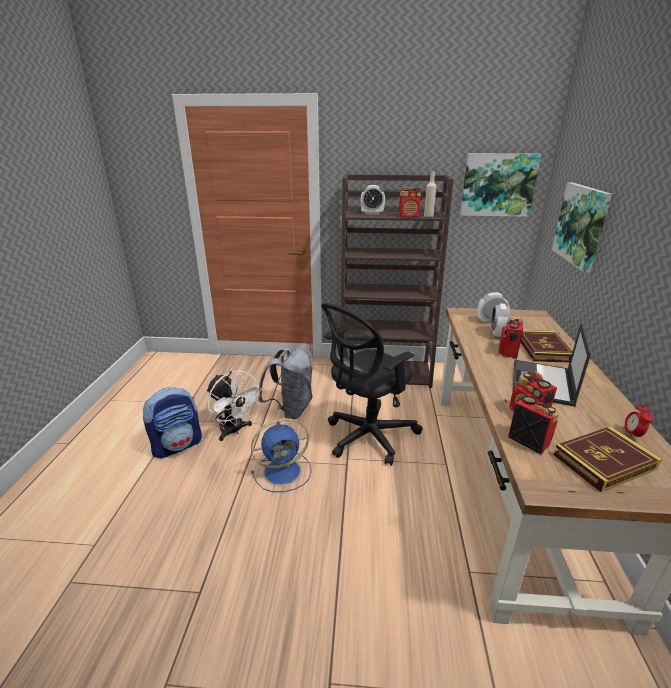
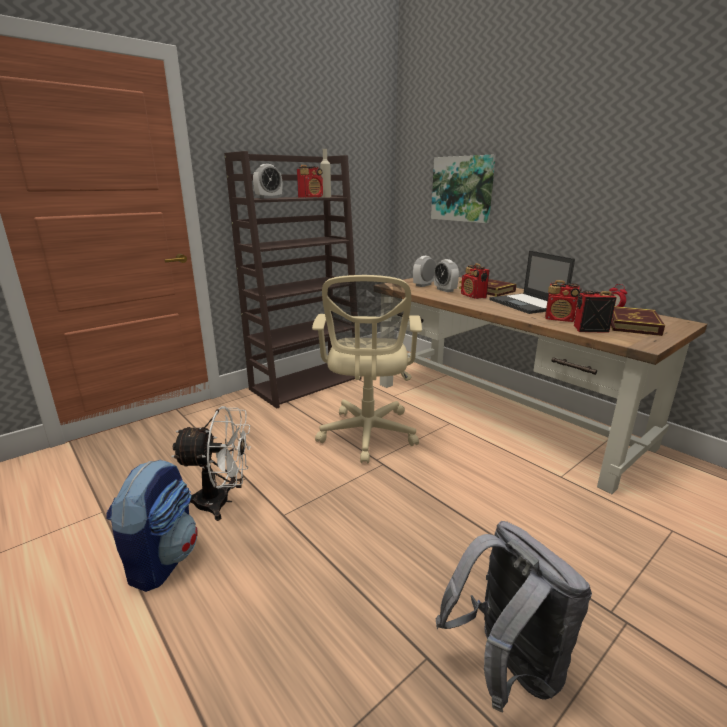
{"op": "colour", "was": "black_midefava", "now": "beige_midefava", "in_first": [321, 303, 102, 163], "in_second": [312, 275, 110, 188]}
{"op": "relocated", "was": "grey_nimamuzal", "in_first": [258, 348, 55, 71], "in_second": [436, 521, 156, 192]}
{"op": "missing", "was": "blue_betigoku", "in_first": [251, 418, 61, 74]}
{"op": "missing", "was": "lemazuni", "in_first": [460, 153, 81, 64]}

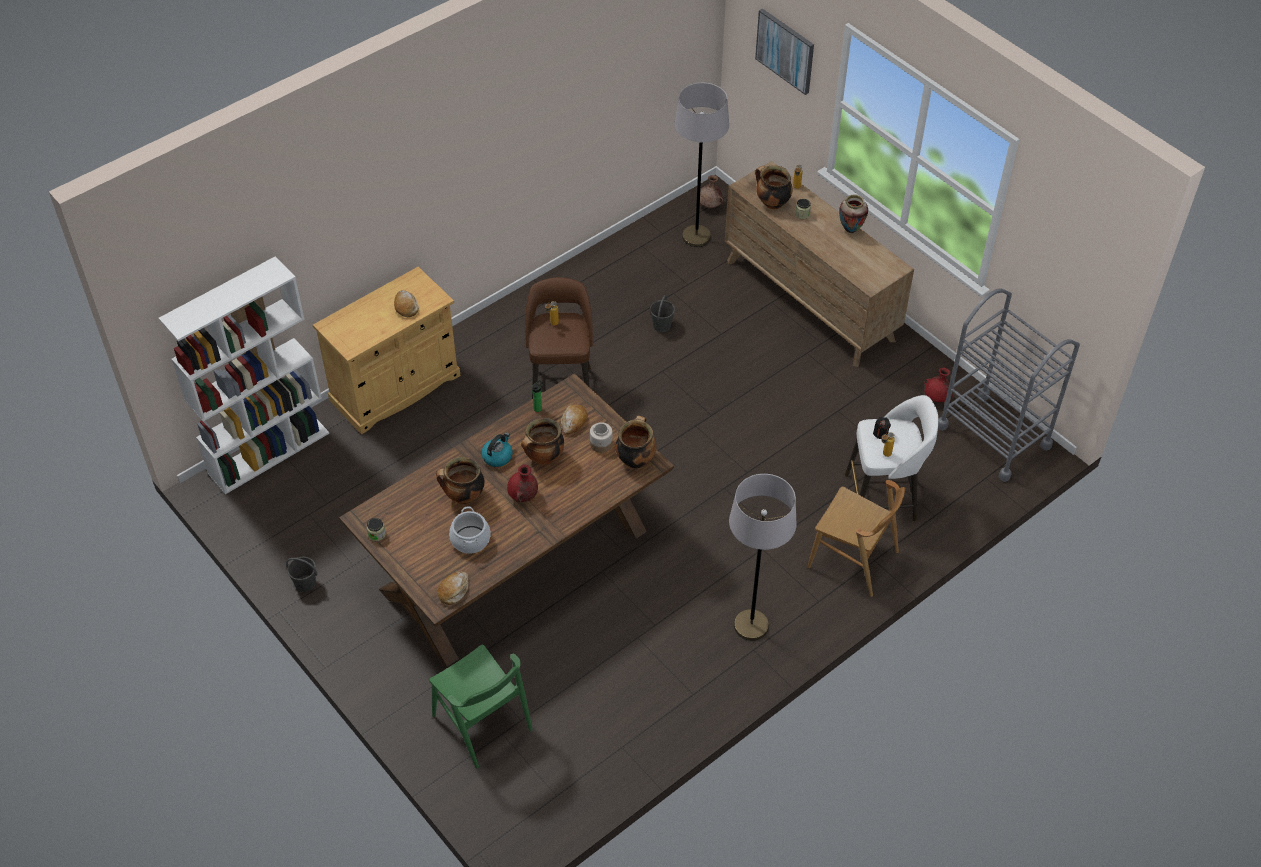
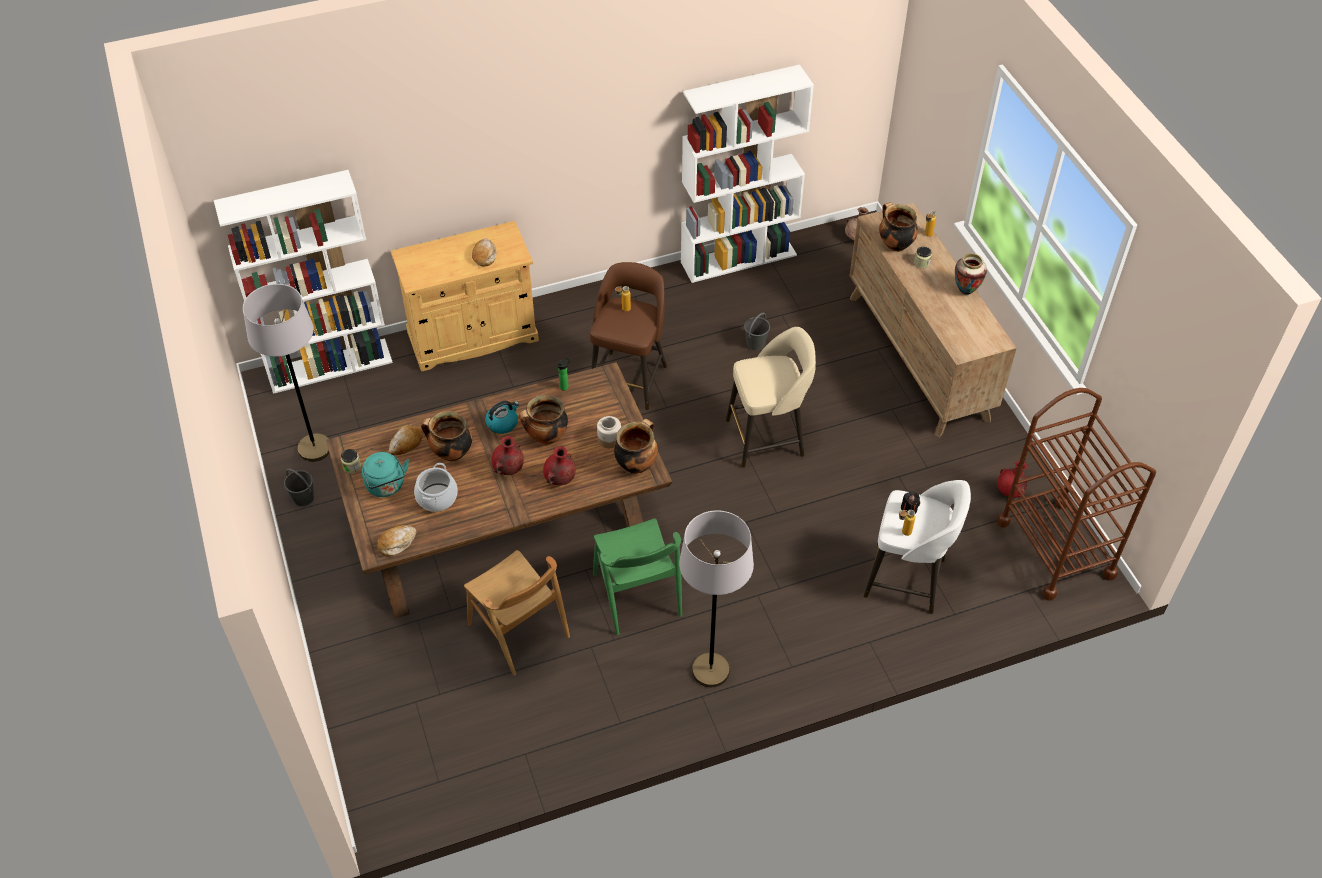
{"op": "relocated", "was": "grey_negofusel", "in_first": [674, 83, 55, 164], "in_second": [243, 284, 86, 178]}
{"op": "appeared", "now": "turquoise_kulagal", "in_second": [362, 452, 47, 45]}
{"op": "relocated", "was": "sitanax", "in_first": [561, 405, 27, 30], "in_second": [389, 425, 33, 30]}
{"op": "relocated", "was": "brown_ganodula", "in_first": [807, 480, 98, 117], "in_second": [464, 550, 106, 126]}
{"op": "appeared", "now": "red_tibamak", "in_second": [543, 446, 33, 39]}
{"op": "relocated", "was": "green_ganodula", "in_first": [429, 645, 104, 123], "in_second": [593, 518, 89, 117]}
{"op": "appeared", "now": "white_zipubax", "in_second": [681, 65, 133, 218]}
{"op": "appeared", "now": "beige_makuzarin", "in_second": [726, 327, 90, 141]}
{"op": "colour", "was": "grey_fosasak", "now": "brown_fosasak", "in_first": [938, 288, 142, 194], "in_second": [997, 388, 159, 213]}
{"op": "missing", "was": "lemazuni", "in_first": [755, 9, 59, 86]}

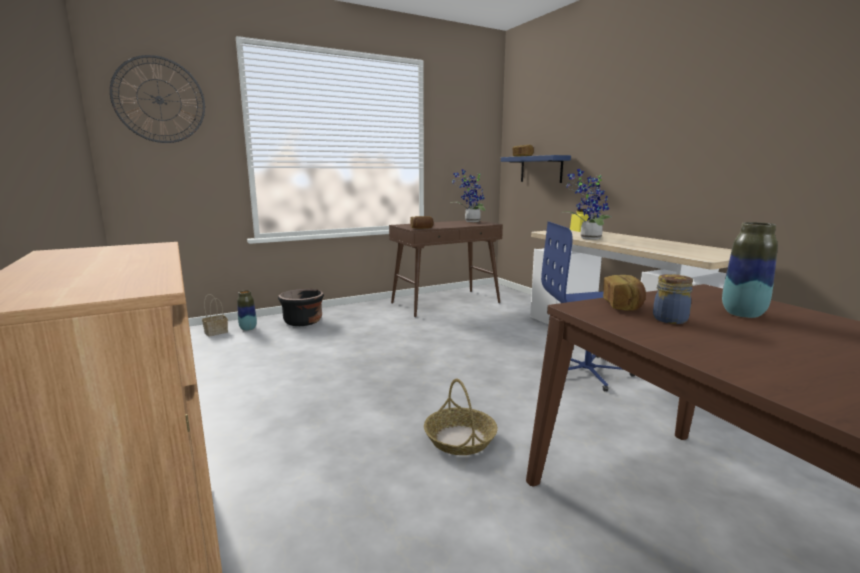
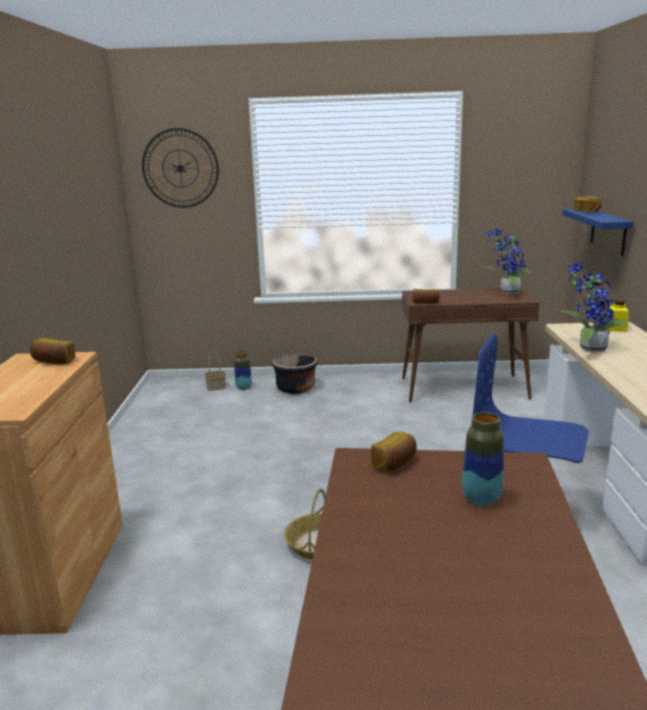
{"op": "appeared", "now": "sitanax", "in_second": [30, 338, 45, 27]}
{"op": "missing", "was": "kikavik", "in_first": [653, 274, 40, 50]}

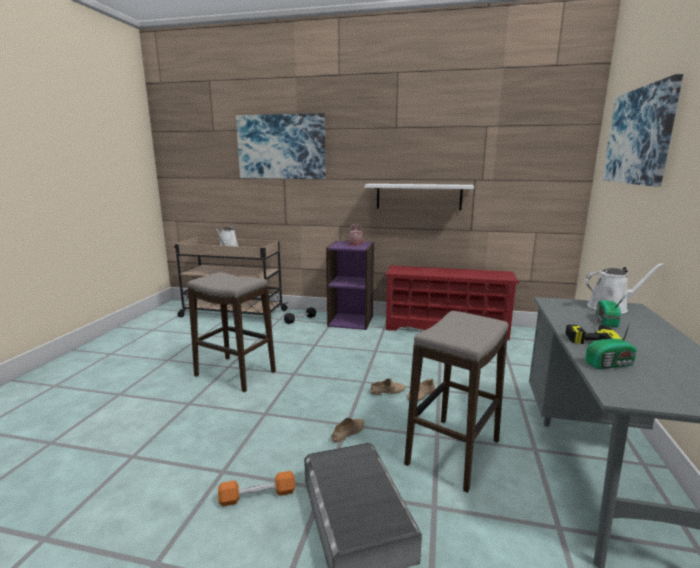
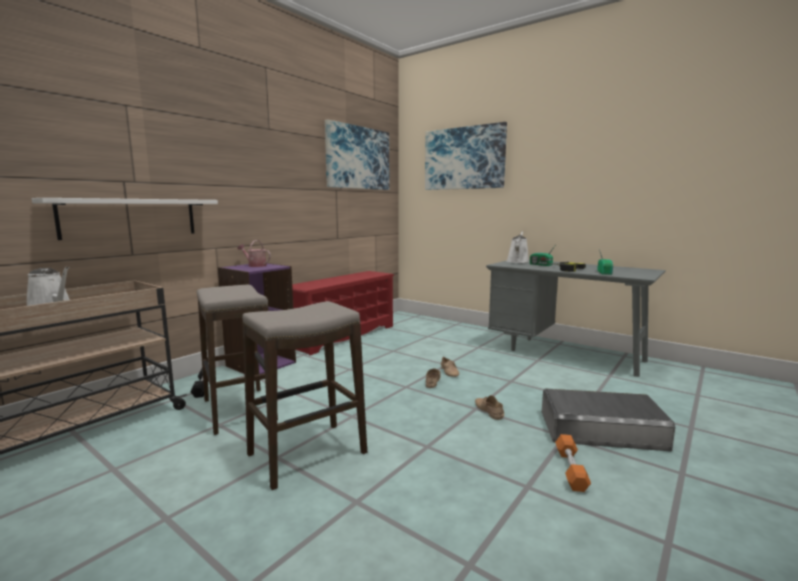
{"op": "relocated", "was": "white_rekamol", "in_first": [365, 184, 109, 26], "in_second": [32, 198, 186, 42]}
{"op": "relocated", "was": "makuzarin", "in_first": [404, 311, 105, 182], "in_second": [197, 285, 81, 150]}
{"op": "relocated", "was": "lemazuni", "in_first": [236, 113, 90, 66], "in_second": [325, 119, 64, 71]}

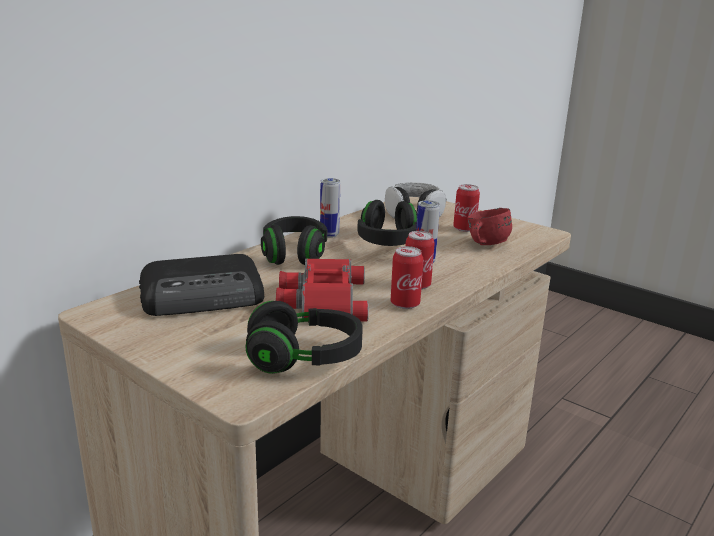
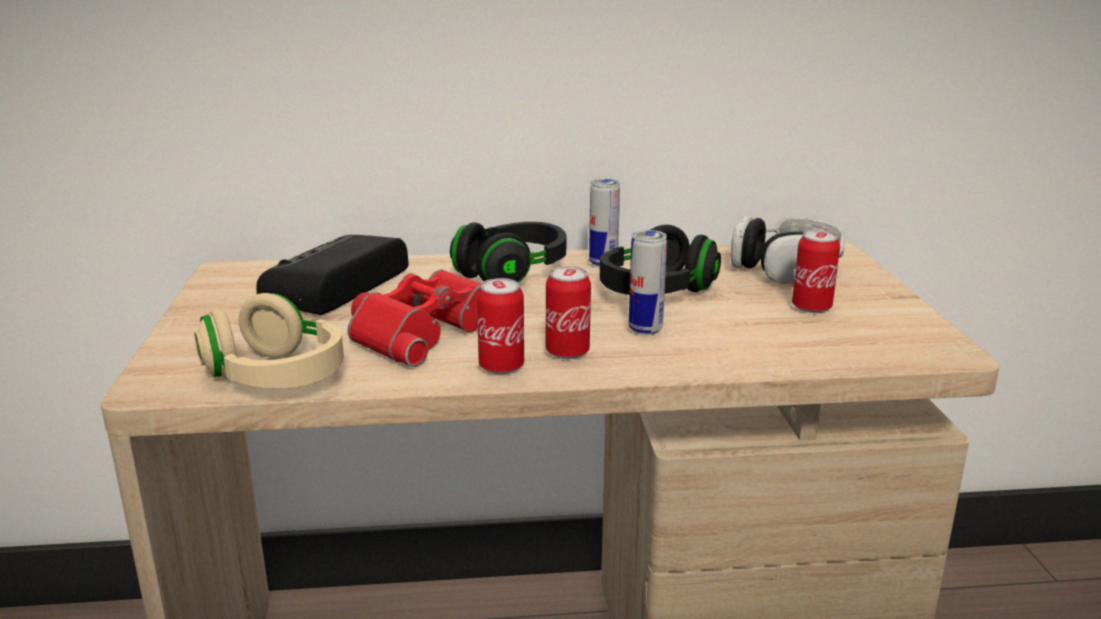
{"op": "colour", "was": "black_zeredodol", "now": "beige_zeredodol", "in_first": [246, 301, 117, 73], "in_second": [194, 293, 150, 95]}
{"op": "spun", "was": "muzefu", "in_first": [139, 254, 125, 62], "in_second": [256, 235, 153, 80], "clockwise": 90}
{"op": "missing", "was": "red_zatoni", "in_first": [468, 208, 44, 37]}

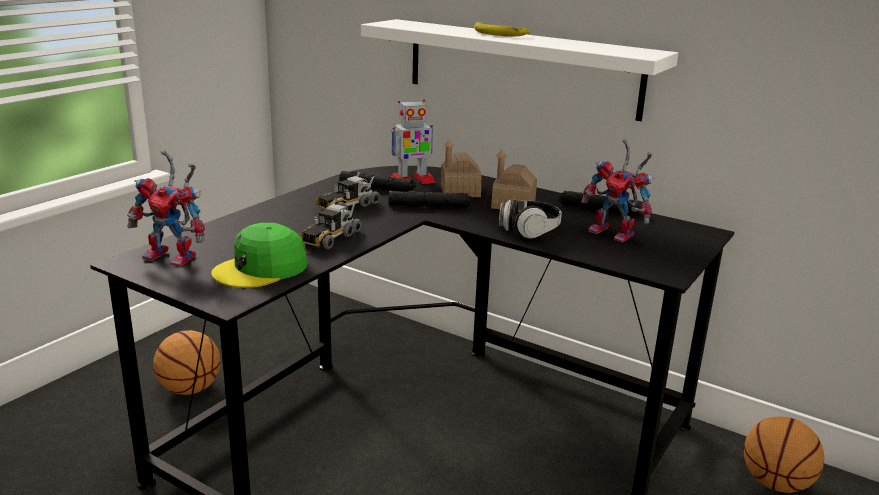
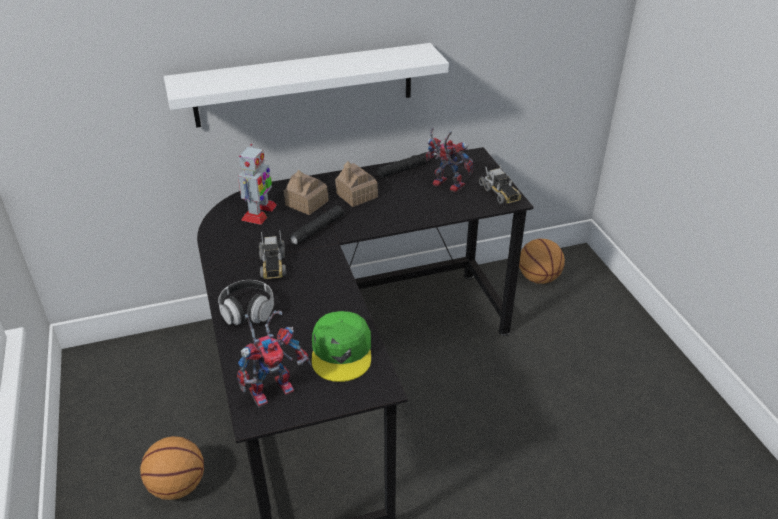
{"op": "relocated", "was": "zeredodol", "in_first": [499, 200, 63, 38], "in_second": [218, 280, 56, 45]}
{"op": "spun", "was": "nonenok", "in_first": [581, 138, 74, 104], "in_second": [426, 127, 48, 66], "clockwise": -135}
{"op": "relocated", "was": "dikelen", "in_first": [299, 198, 63, 51], "in_second": [479, 163, 42, 41]}
{"op": "missing", "was": "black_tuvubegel", "in_first": [339, 171, 77, 21]}
{"op": "missing", "was": "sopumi", "in_first": [474, 22, 56, 14]}

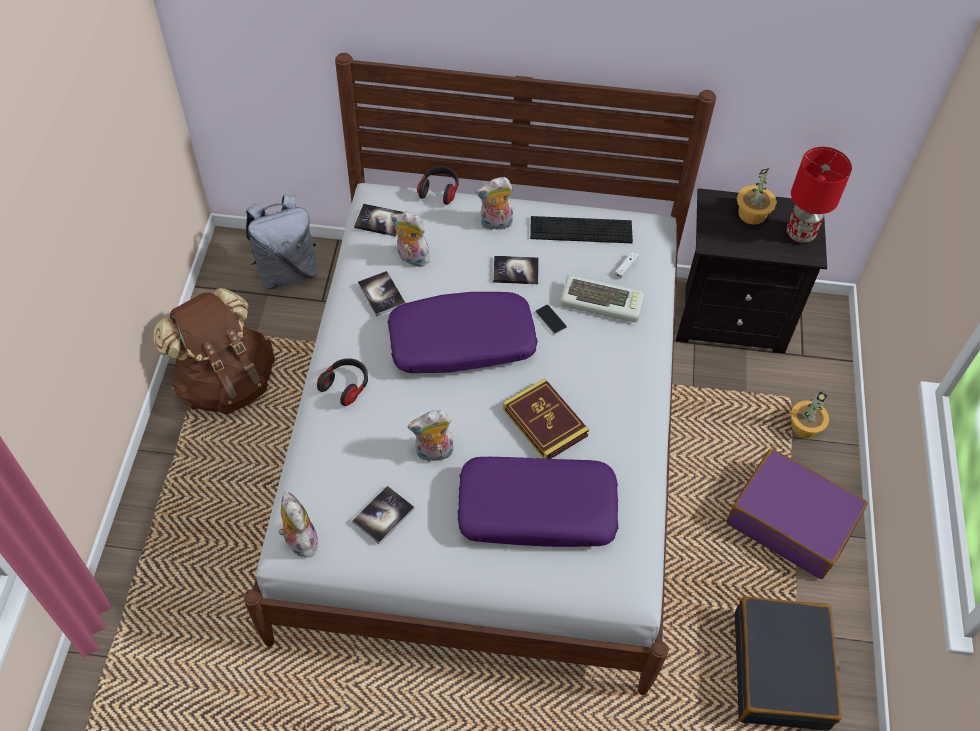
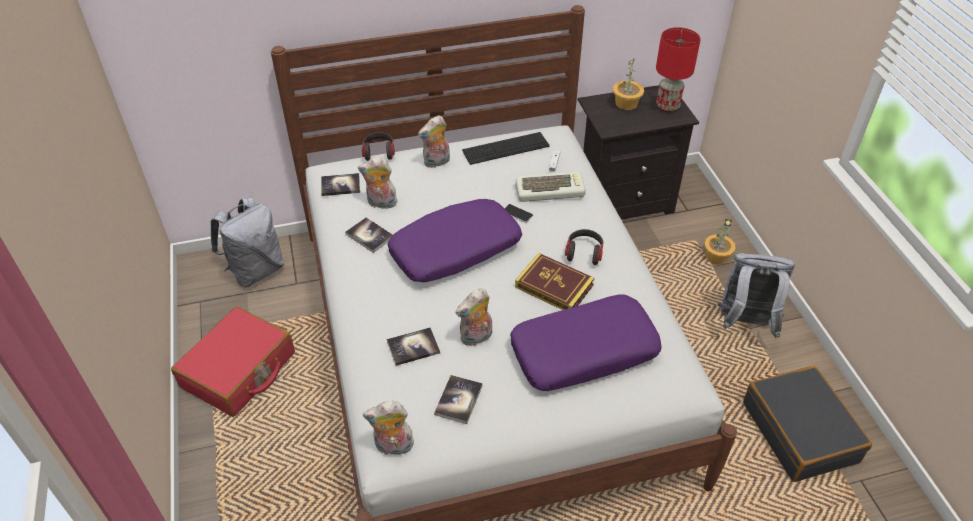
{"op": "exchanged", "was": "brown_nimamuzal", "now": "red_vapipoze", "in_first": [153, 288, 122, 126], "in_second": [171, 307, 124, 110]}
{"op": "spun", "was": "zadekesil", "in_first": [278, 491, 40, 67], "in_second": [363, 401, 51, 54], "clockwise": -45}
{"op": "relocated", "was": "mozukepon", "in_first": [493, 256, 46, 28], "in_second": [387, 327, 53, 39]}
{"op": "relocated", "was": "zeredodol", "in_first": [317, 358, 51, 48], "in_second": [565, 229, 38, 36]}
{"op": "exchanged", "was": "purple_vapipoze", "now": "grey_nimamuzal", "in_first": [726, 449, 142, 130], "in_second": [718, 253, 77, 85]}

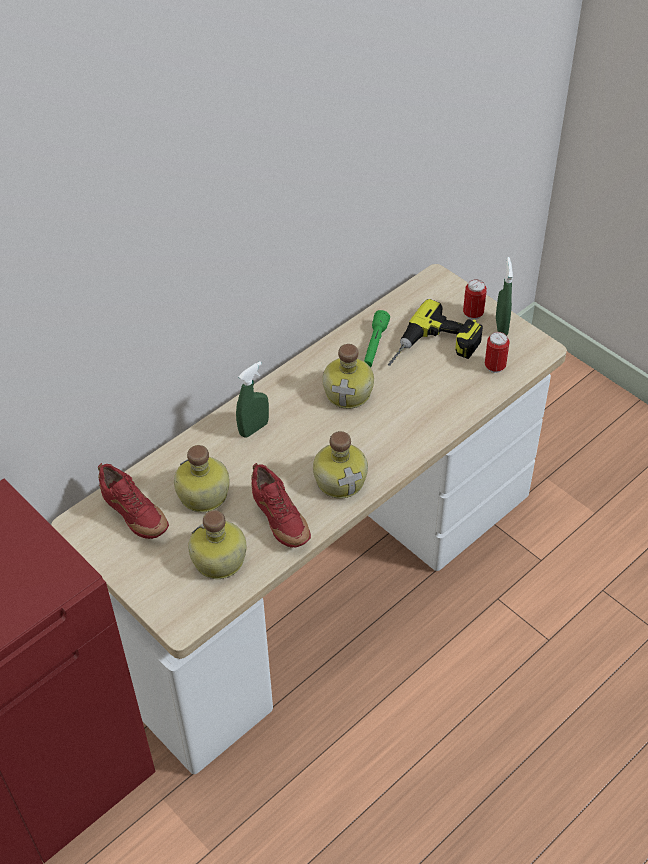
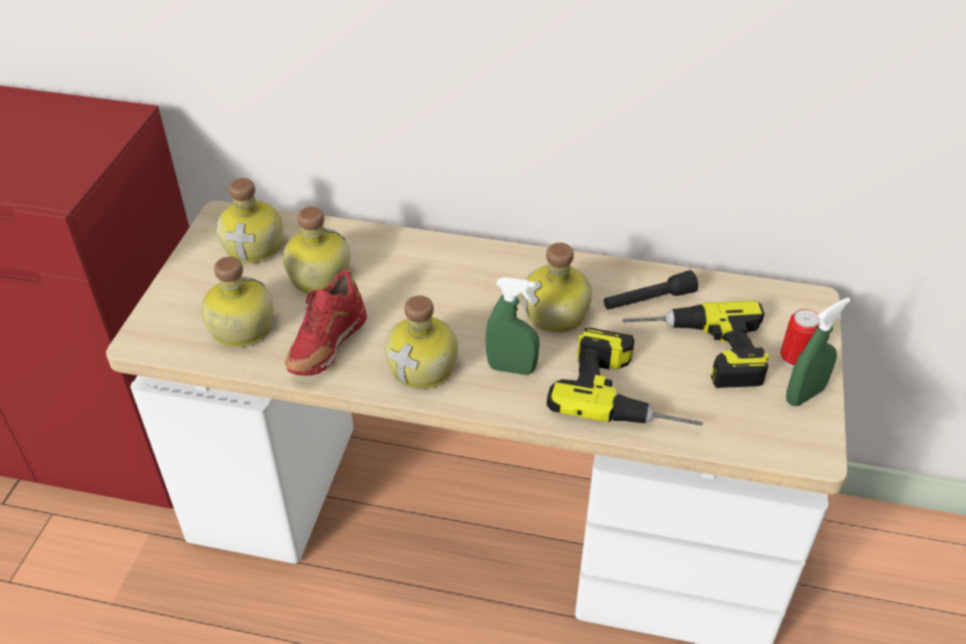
{"op": "exchanged", "was": "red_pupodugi", "now": "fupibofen", "in_first": [98, 463, 71, 76], "in_second": [217, 178, 66, 85]}
{"op": "relocated", "was": "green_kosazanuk", "in_first": [236, 361, 33, 76], "in_second": [486, 277, 54, 98]}
{"op": "appeared", "now": "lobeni", "in_second": [547, 328, 156, 98]}
{"op": "colour", "was": "green_tuvubegel", "now": "black_tuvubegel", "in_first": [364, 310, 26, 57], "in_second": [604, 270, 94, 40]}
{"op": "missing", "was": "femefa", "in_first": [485, 332, 25, 41]}

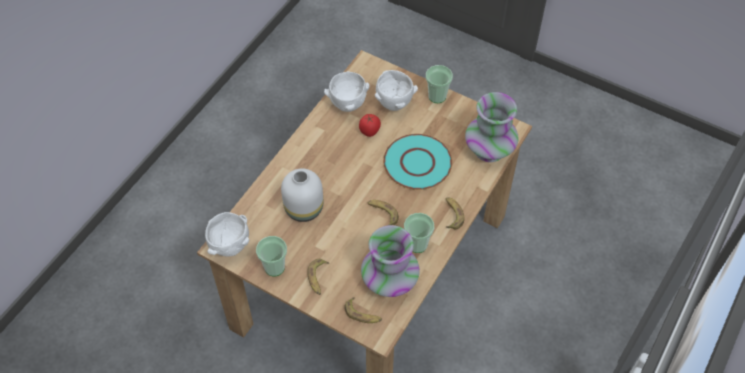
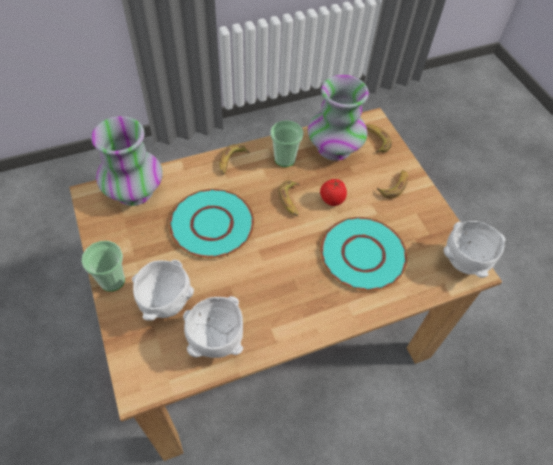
{"op": "relocated", "was": "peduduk", "in_first": [359, 114, 22, 23], "in_second": [320, 179, 27, 27]}
{"op": "exchanged", "was": "white_tibamak", "now": "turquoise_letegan", "in_first": [281, 168, 42, 54], "in_second": [320, 217, 87, 74]}
{"op": "missing", "was": "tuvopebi", "in_first": [256, 236, 31, 40]}

